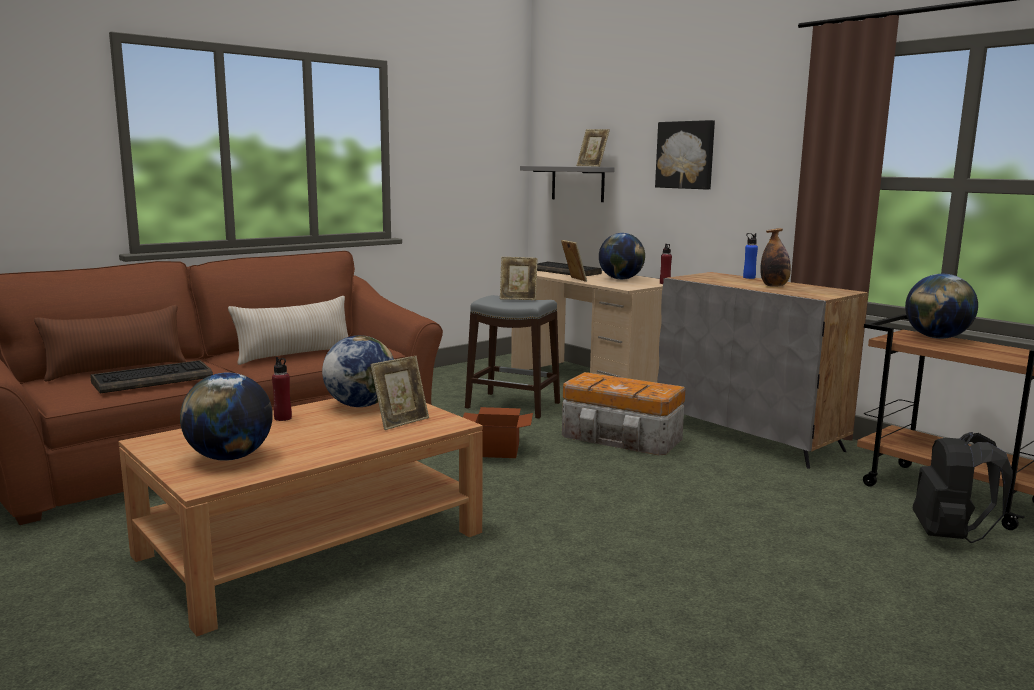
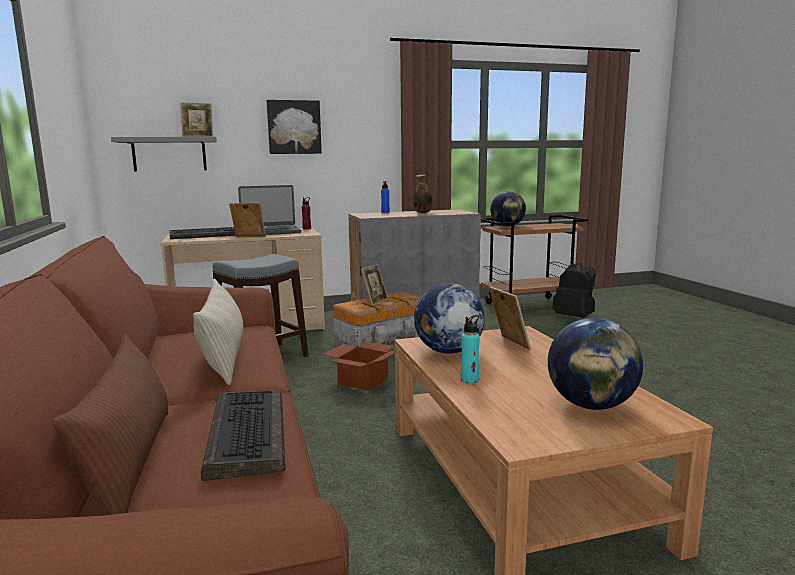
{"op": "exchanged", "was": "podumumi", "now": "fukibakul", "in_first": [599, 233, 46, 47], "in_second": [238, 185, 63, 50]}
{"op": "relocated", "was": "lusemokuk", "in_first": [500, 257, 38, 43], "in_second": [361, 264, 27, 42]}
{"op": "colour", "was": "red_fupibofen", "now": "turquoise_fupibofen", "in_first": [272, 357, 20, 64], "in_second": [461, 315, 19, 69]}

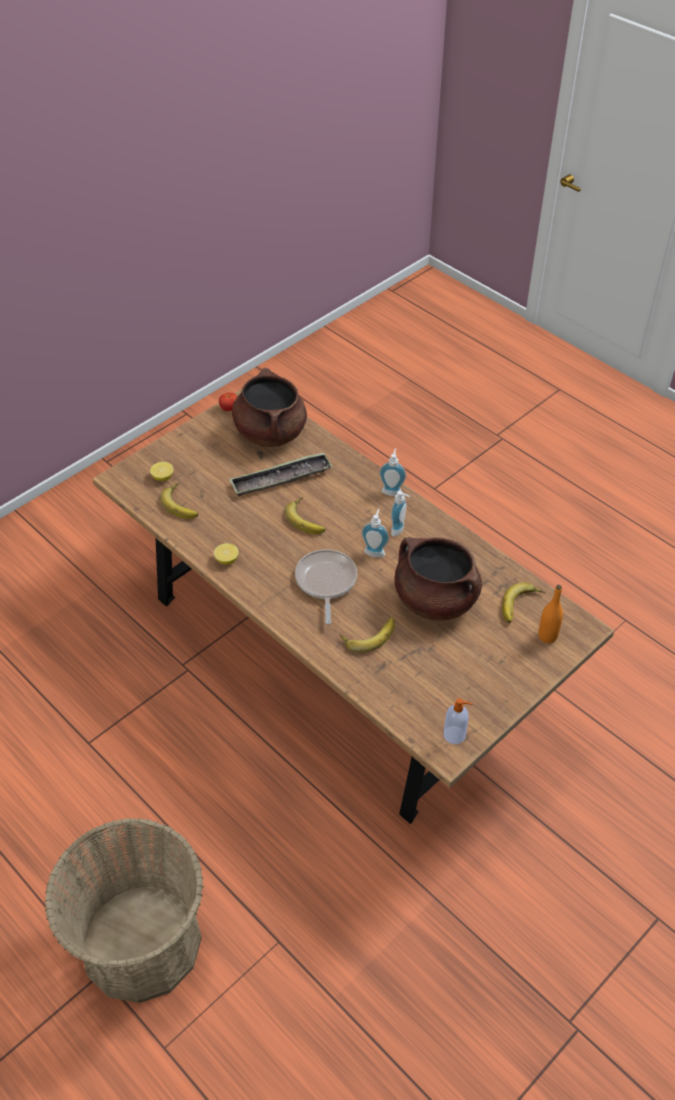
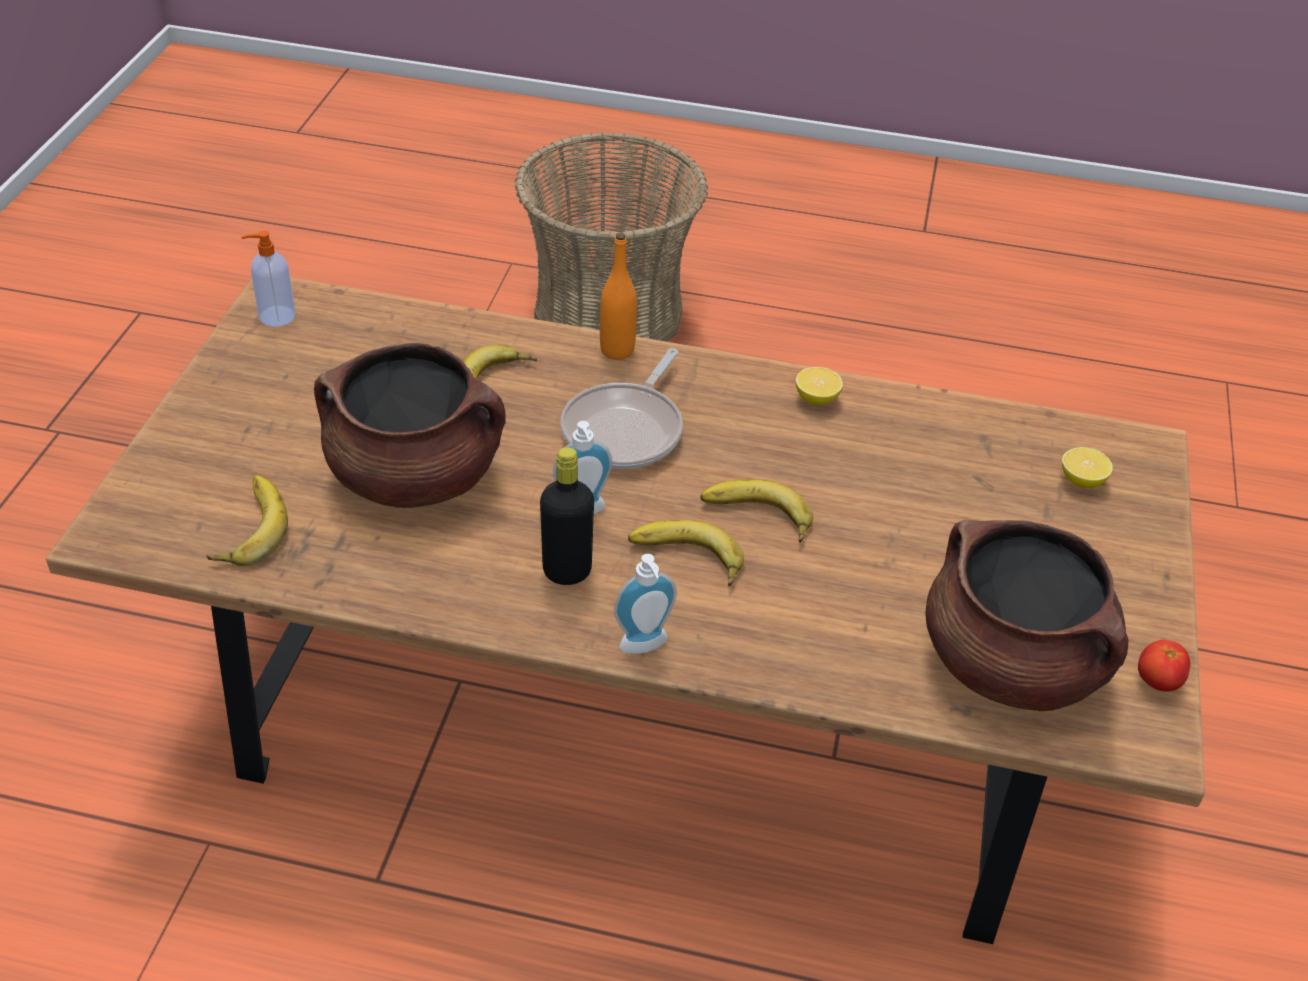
{"op": "exchanged", "was": "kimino", "now": "black_fupibofen", "in_first": [391, 491, 19, 46], "in_second": [540, 447, 54, 138]}
{"op": "spun", "was": "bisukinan", "in_first": [295, 549, 62, 76], "in_second": [561, 348, 122, 121], "clockwise": 60}
{"op": "relocated", "was": "orange_fupibofen", "in_first": [538, 585, 25, 58], "in_second": [600, 233, 37, 127]}
{"op": "relocated", "was": "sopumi", "in_first": [160, 482, 39, 37], "in_second": [628, 520, 116, 66]}
{"op": "missing", "was": "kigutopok", "in_first": [229, 452, 104, 44]}

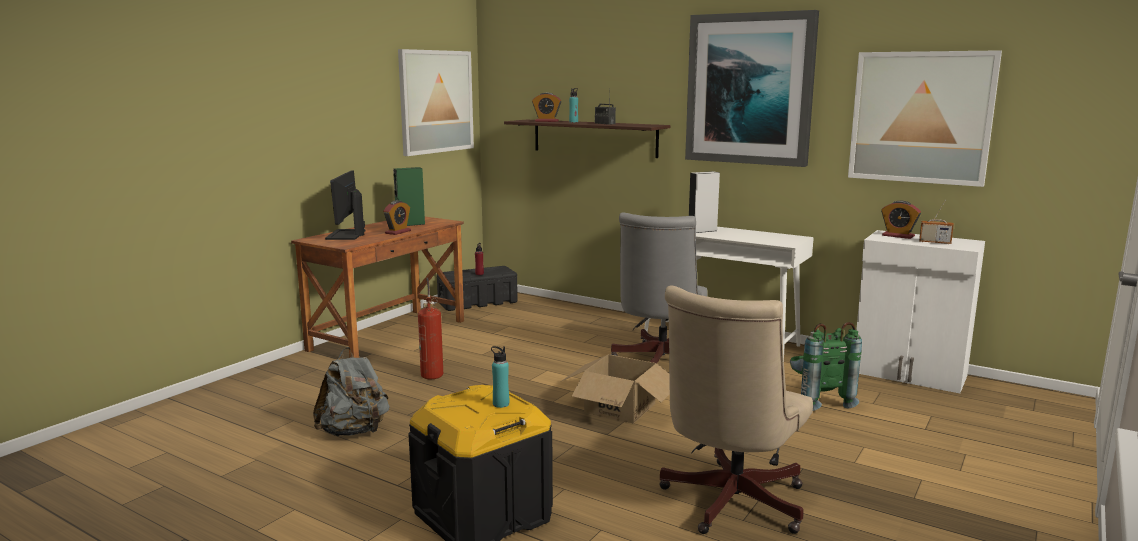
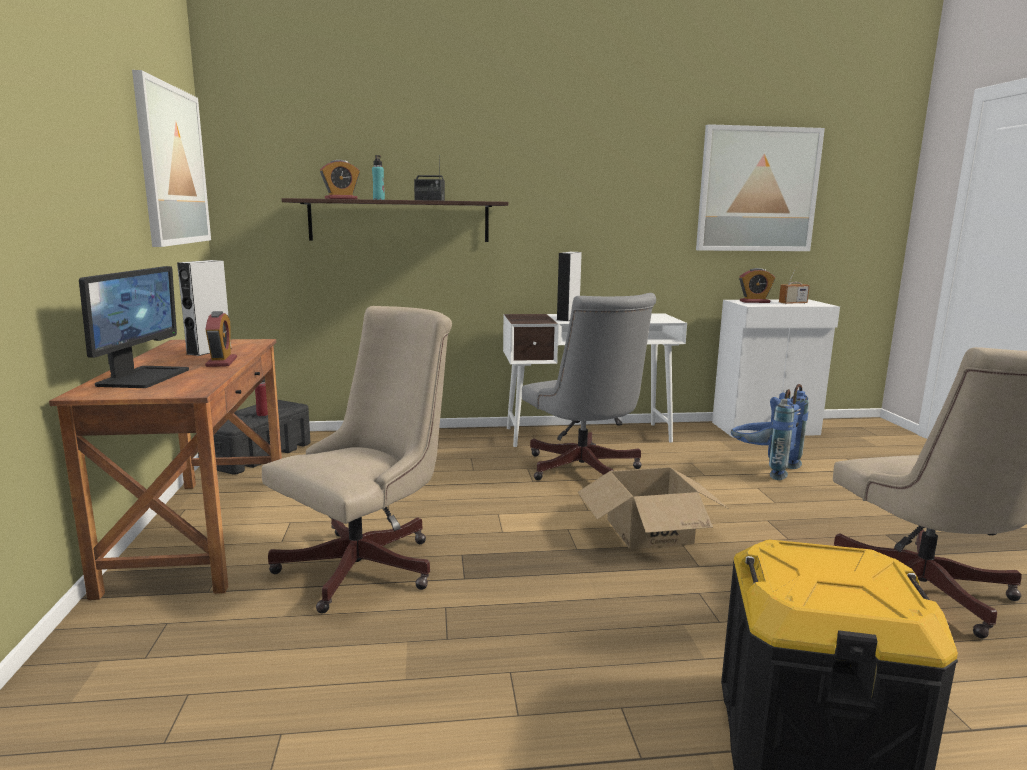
{"op": "spun", "was": "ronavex", "in_first": [325, 170, 41, 70], "in_second": [79, 266, 110, 122], "clockwise": -135}
{"op": "colour", "was": "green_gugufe", "now": "grey_gugufe", "in_first": [393, 167, 32, 59], "in_second": [177, 260, 52, 96]}
{"op": "exchanged", "was": "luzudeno", "now": "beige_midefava", "in_first": [418, 278, 25, 101], "in_second": [262, 306, 190, 307]}
{"op": "colour", "was": "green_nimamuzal", "now": "blue_nimamuzal", "in_first": [790, 322, 72, 89], "in_second": [731, 384, 78, 96]}
{"op": "missing", "was": "grey_nimamuzal", "in_first": [313, 347, 77, 89]}
{"op": "missing", "was": "turquoise_fupibofen", "in_first": [491, 346, 18, 62]}
{"op": "missing", "was": "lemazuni", "in_first": [685, 10, 134, 157]}

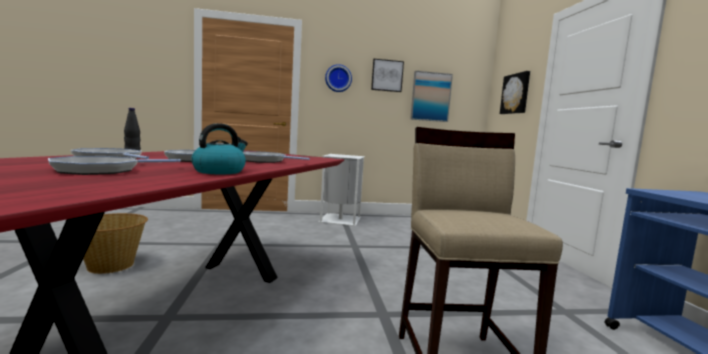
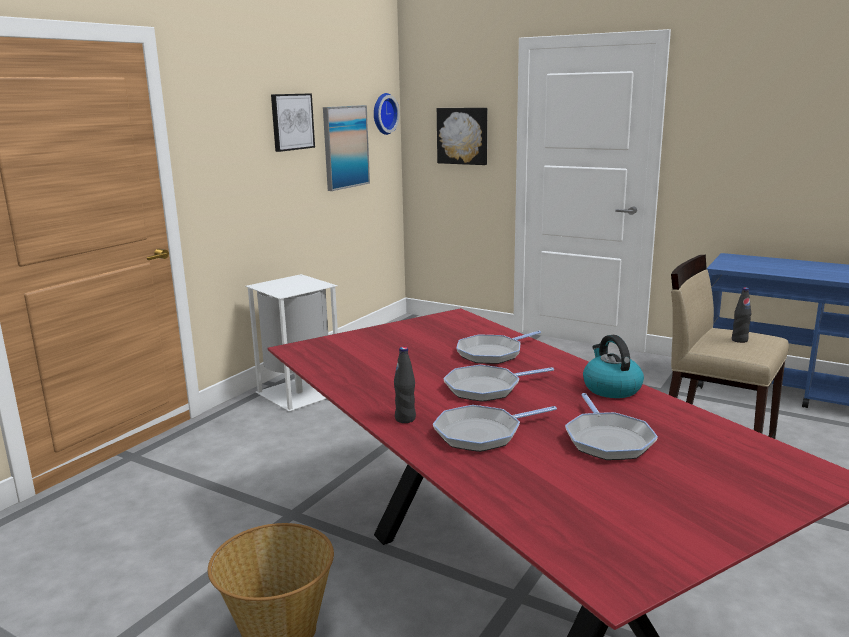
{"op": "relocated", "was": "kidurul", "in_first": [325, 64, 27, 28], "in_second": [374, 93, 26, 42]}
{"op": "appeared", "now": "black_fupibofen", "in_second": [732, 287, 19, 56]}

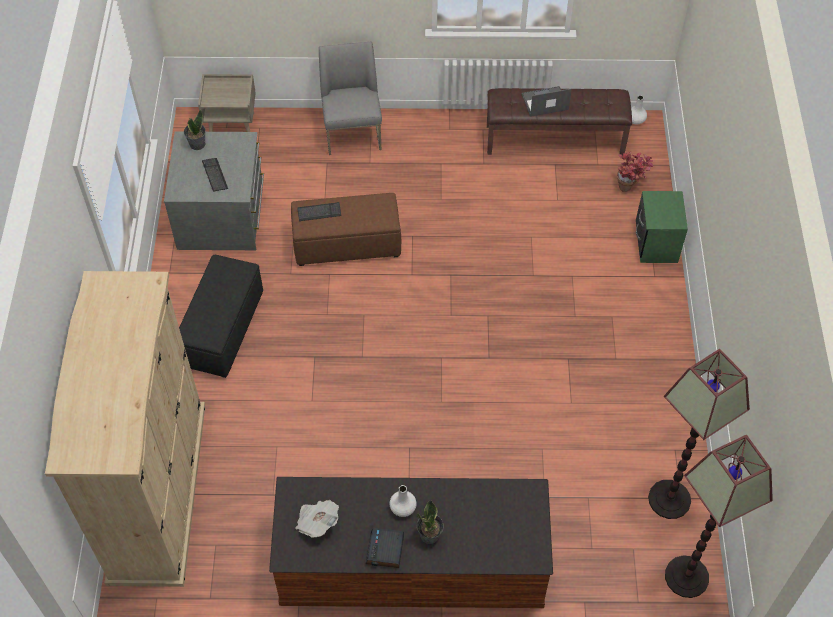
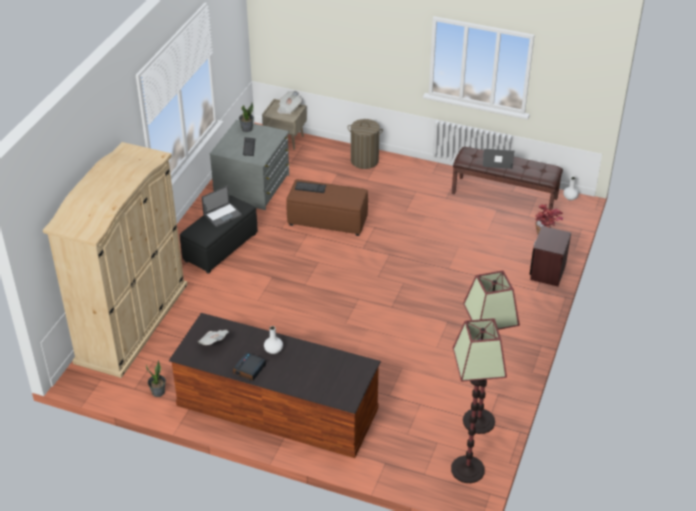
{"op": "relocated", "was": "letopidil", "in_first": [417, 500, 27, 44], "in_second": [146, 360, 20, 37]}
{"op": "appeared", "now": "fukibakul", "in_second": [202, 185, 40, 42]}
{"op": "appeared", "now": "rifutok", "in_second": [277, 91, 25, 23]}
{"op": "exchanged", "was": "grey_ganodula", "now": "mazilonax", "in_first": [319, 41, 63, 114], "in_second": [348, 119, 35, 50]}
{"op": "colour", "was": "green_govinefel", "now": "brown_govinefel", "in_first": [636, 191, 52, 72], "in_second": [530, 226, 41, 61]}

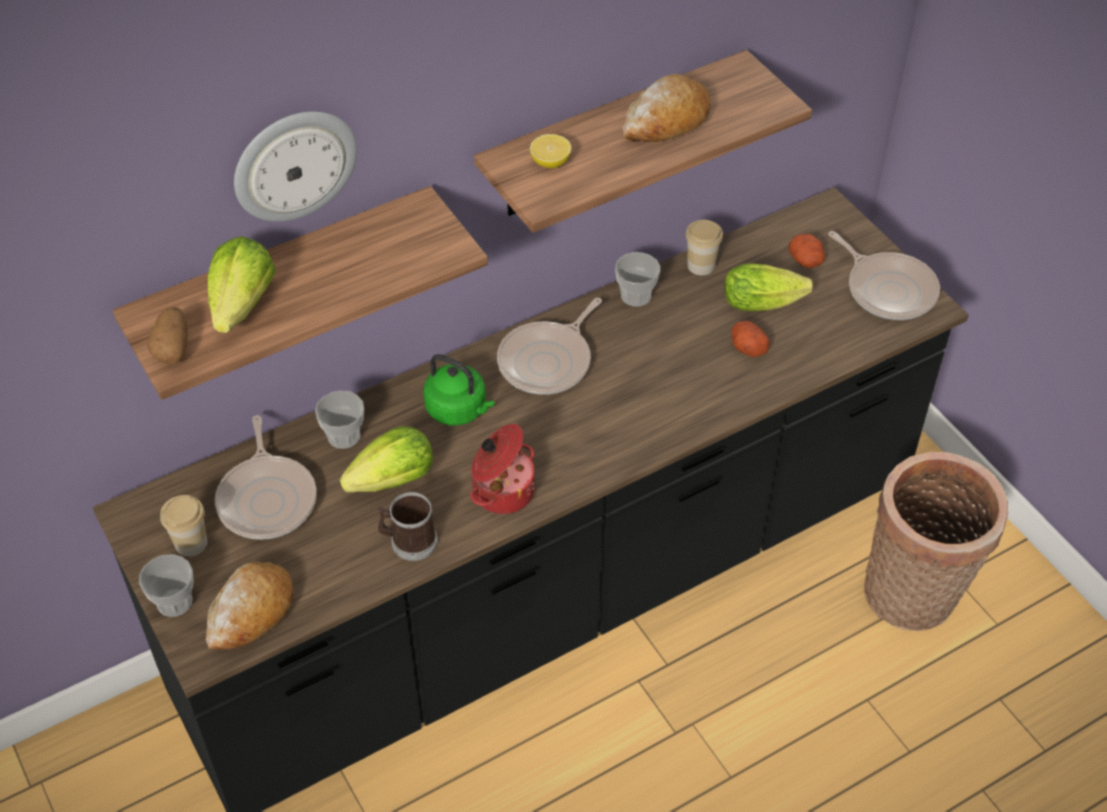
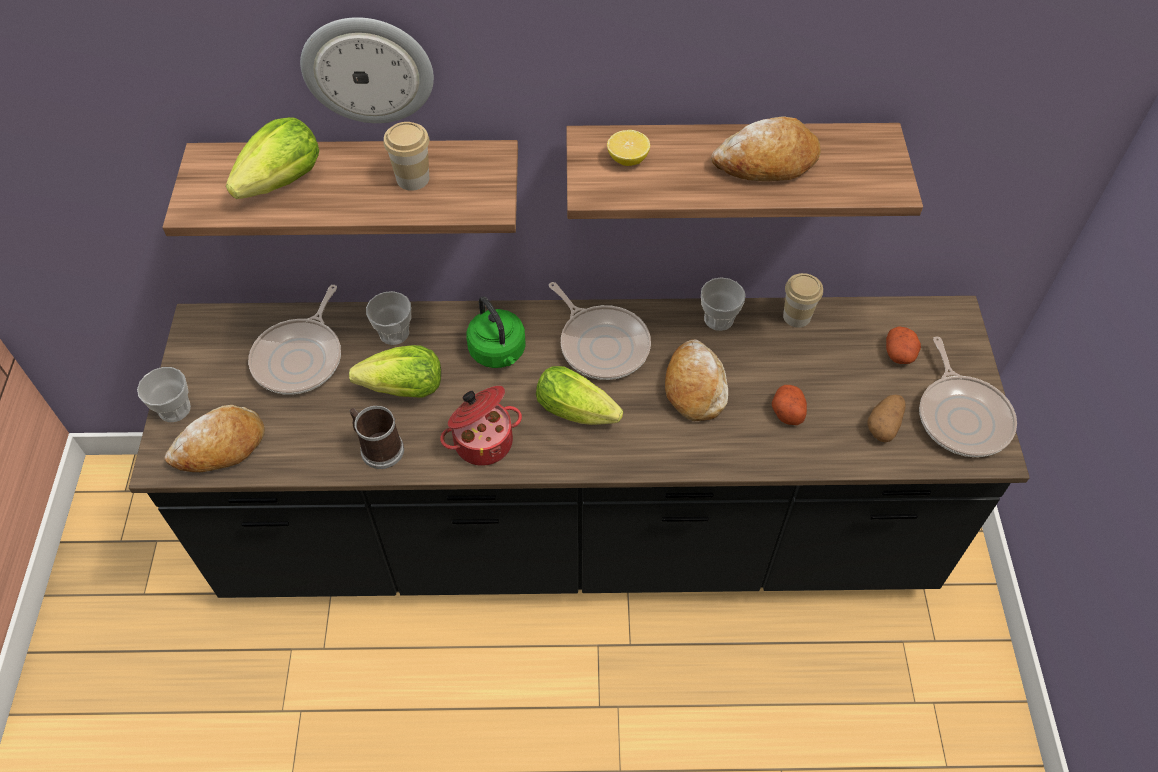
{"op": "relocated", "was": "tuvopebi", "in_first": [160, 495, 47, 62], "in_second": [384, 122, 45, 69]}
{"op": "relocated", "was": "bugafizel", "in_first": [724, 263, 89, 48], "in_second": [536, 366, 87, 59]}
{"op": "spun", "was": "bisukinan", "in_first": [497, 298, 105, 97], "in_second": [549, 282, 102, 98], "clockwise": -105}
{"op": "appeared", "now": "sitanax", "in_second": [665, 339, 63, 82]}
{"op": "relocated", "was": "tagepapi", "in_first": [147, 307, 41, 57], "in_second": [867, 394, 38, 48]}
{"op": "missing", "was": "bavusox", "in_first": [864, 452, 144, 179]}

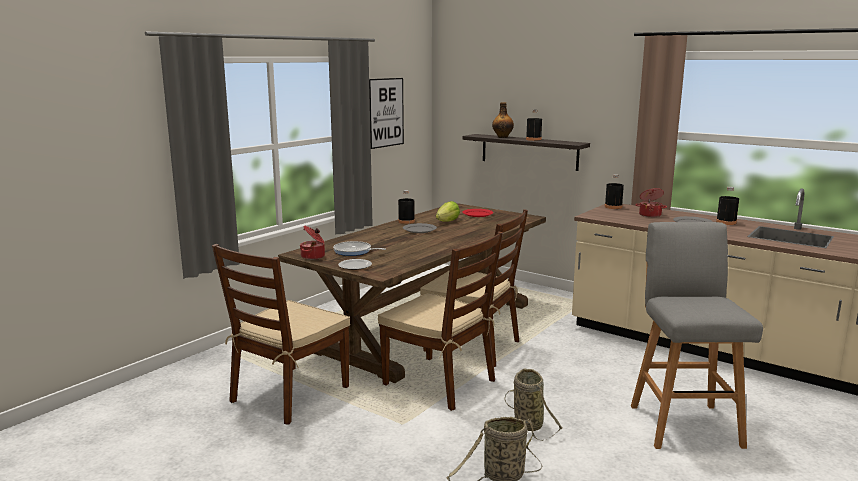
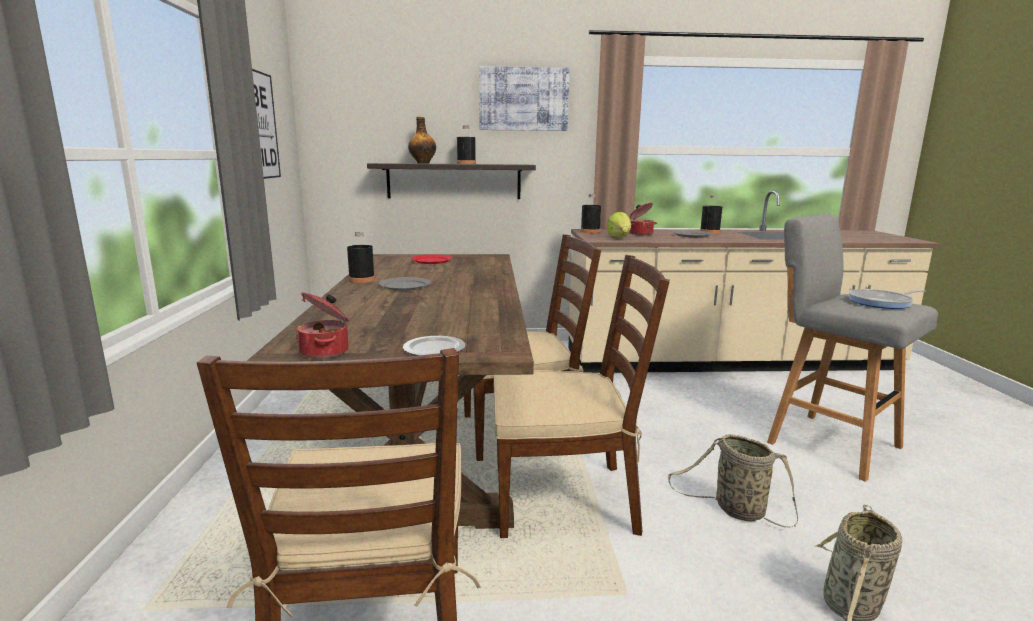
{"op": "appeared", "now": "lemazuni", "in_second": [479, 66, 91, 65]}
{"op": "relocated", "was": "bugafizel", "in_first": [436, 201, 24, 21], "in_second": [607, 212, 24, 26]}
{"op": "relocated", "was": "bisukinan", "in_first": [333, 241, 53, 15], "in_second": [848, 289, 77, 20]}

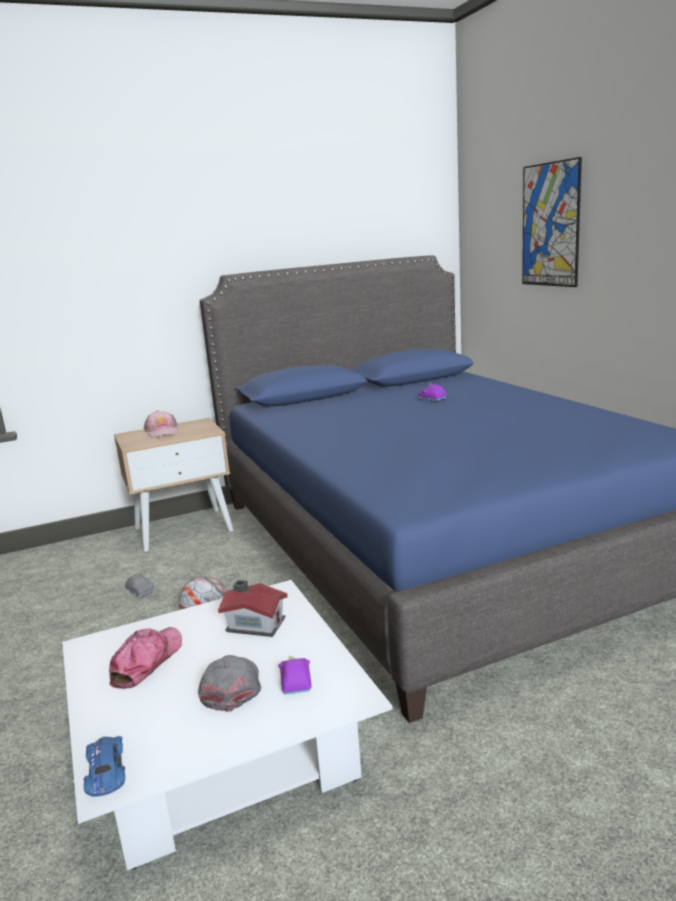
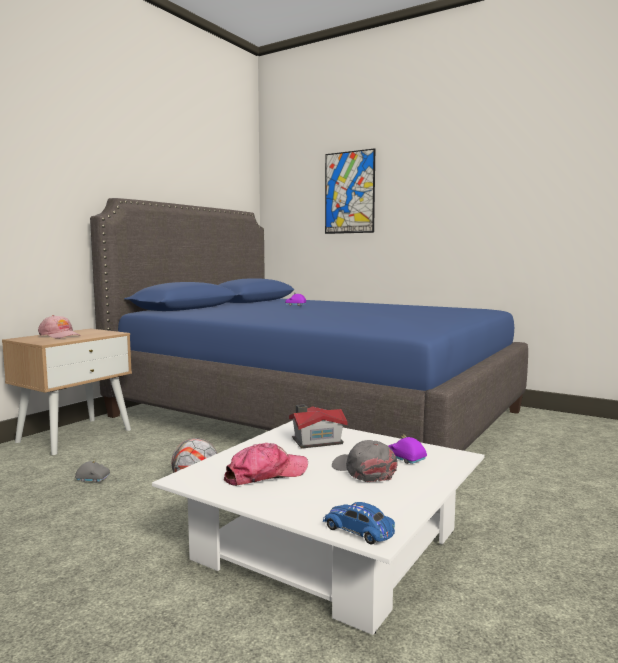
{"op": "spun", "was": "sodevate", "in_first": [109, 627, 73, 62], "in_second": [224, 443, 84, 43], "clockwise": 75}

